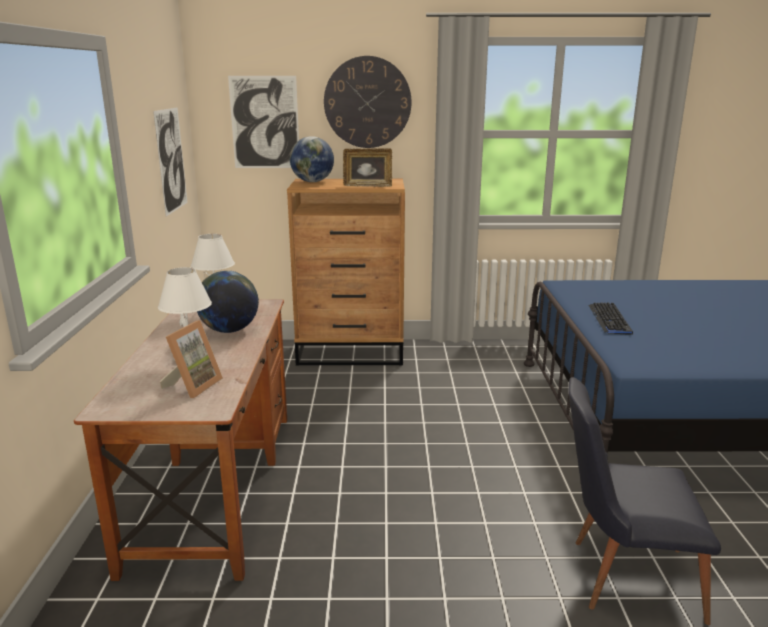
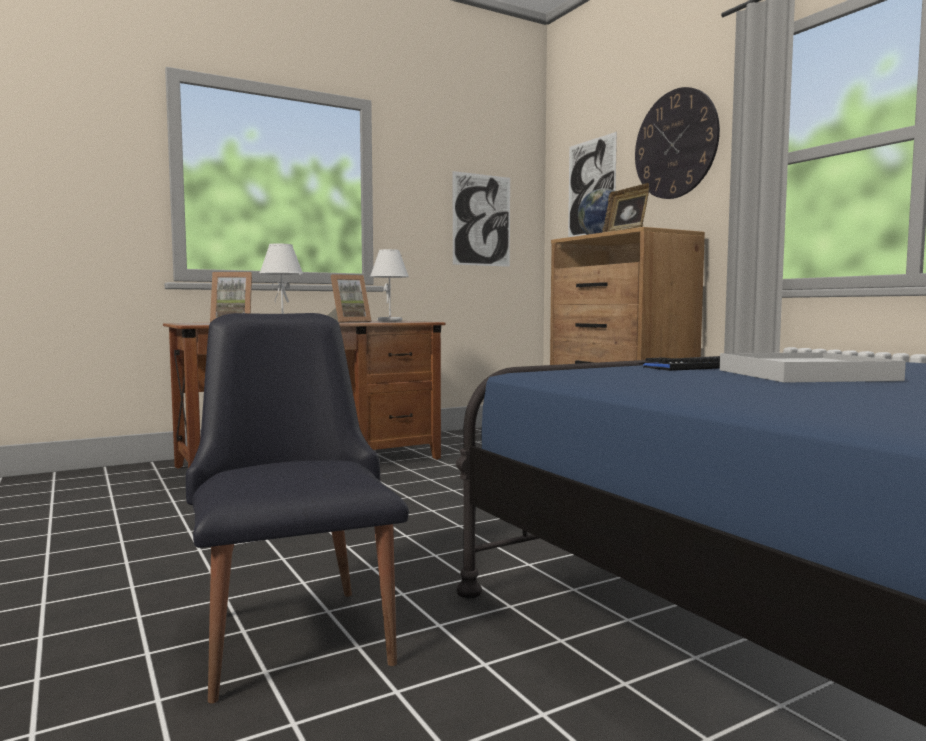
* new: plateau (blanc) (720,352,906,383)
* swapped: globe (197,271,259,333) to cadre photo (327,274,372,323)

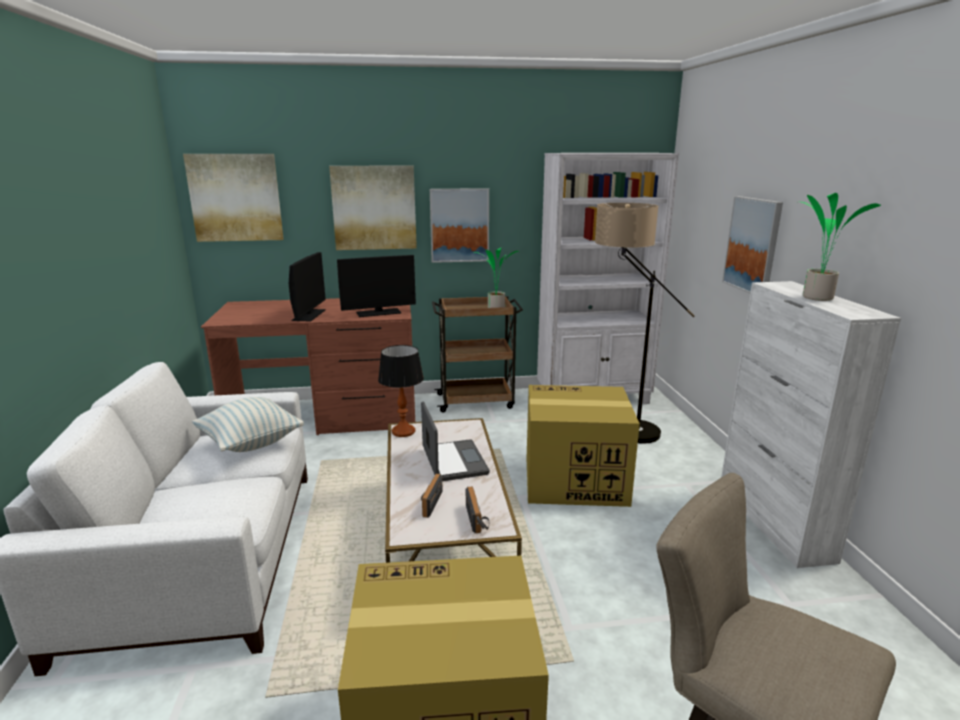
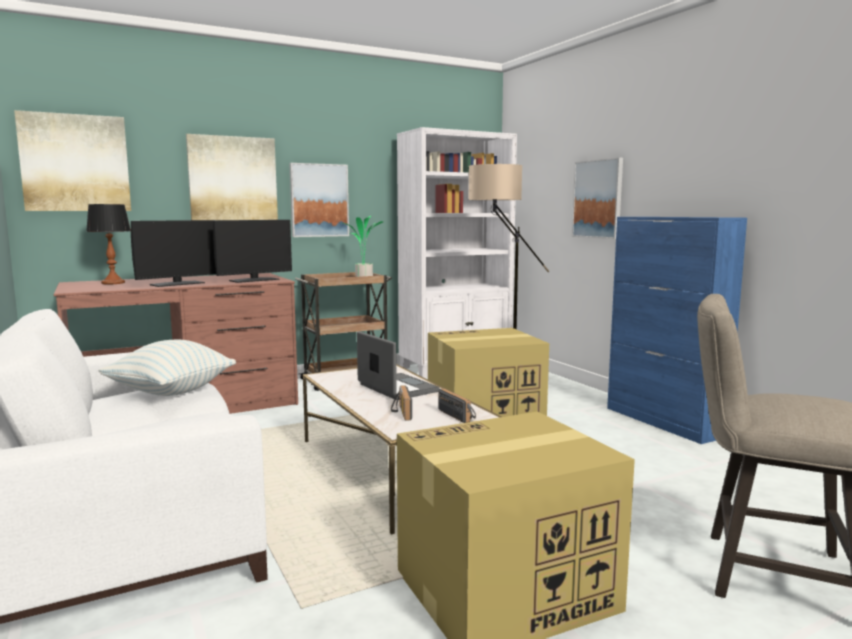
* gone: plante en pot (801,193,881,301)
* shifted: lampe de table (378,345,424,437) to (86,204,131,284)
* repainted: meuble de rangement (blanc) (721,281,901,568) to meuble de rangement (bleu) (607,217,747,444)
* rotated: écran d'ordinateur (289,252,326,321) = (131,220,216,287) 60 degrees clockwise

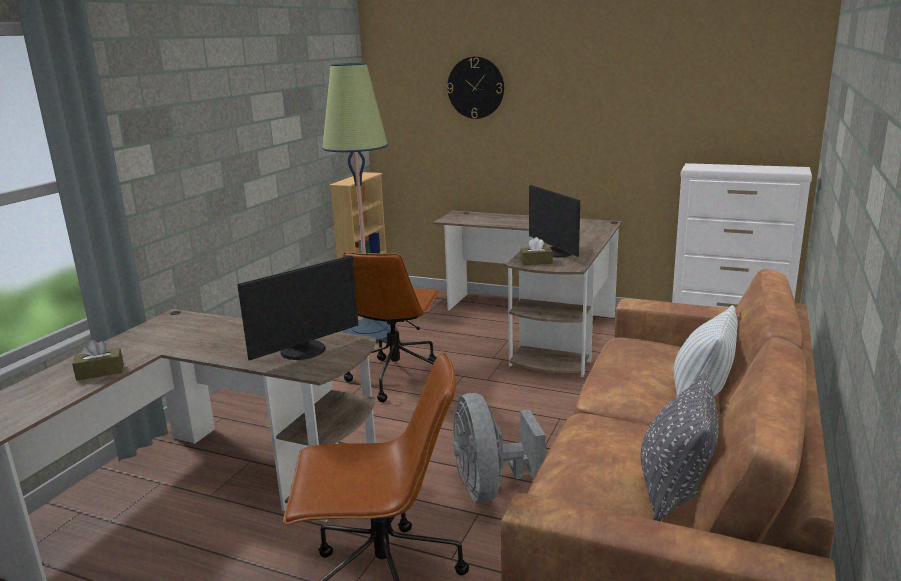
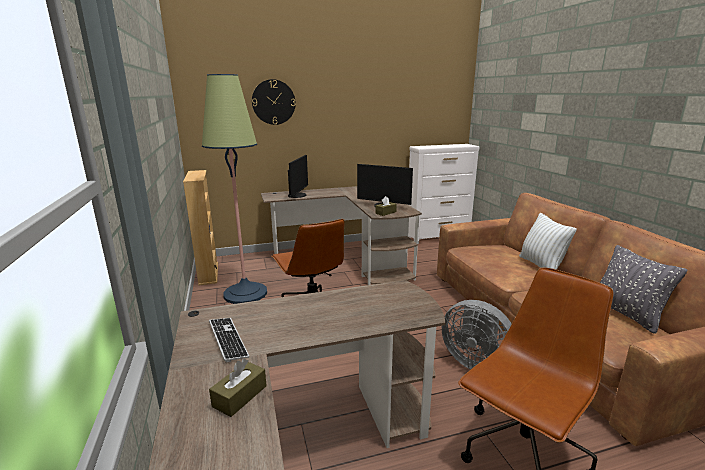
* new: clavier (209,318,249,363)
* shifted: écran d'ordinateur (237,255,358,361) to (288,155,308,198)

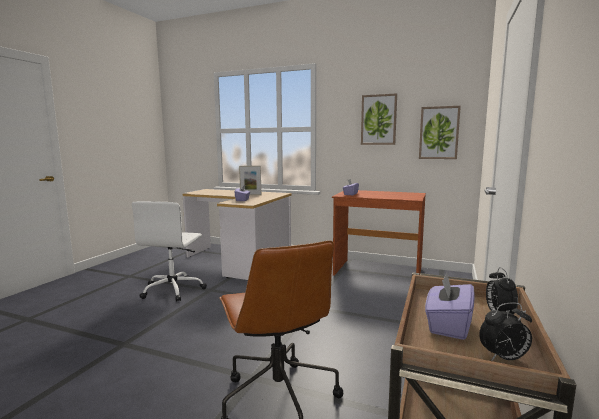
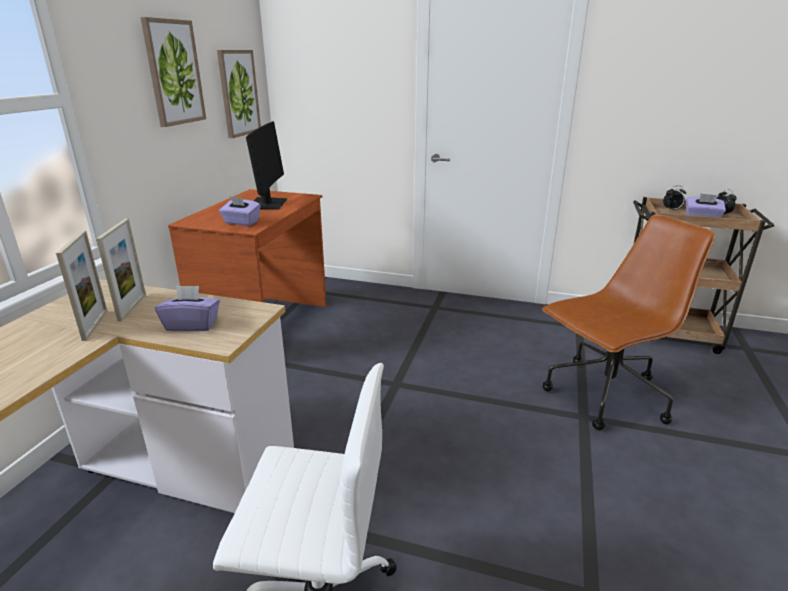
* new: cadre photo (96,219,146,322)
* new: écran d'ordinateur (246,121,287,210)

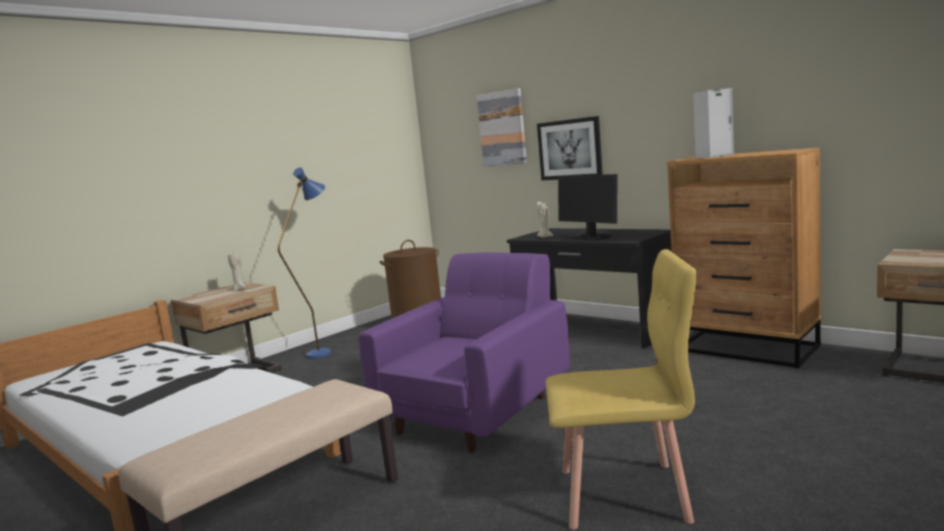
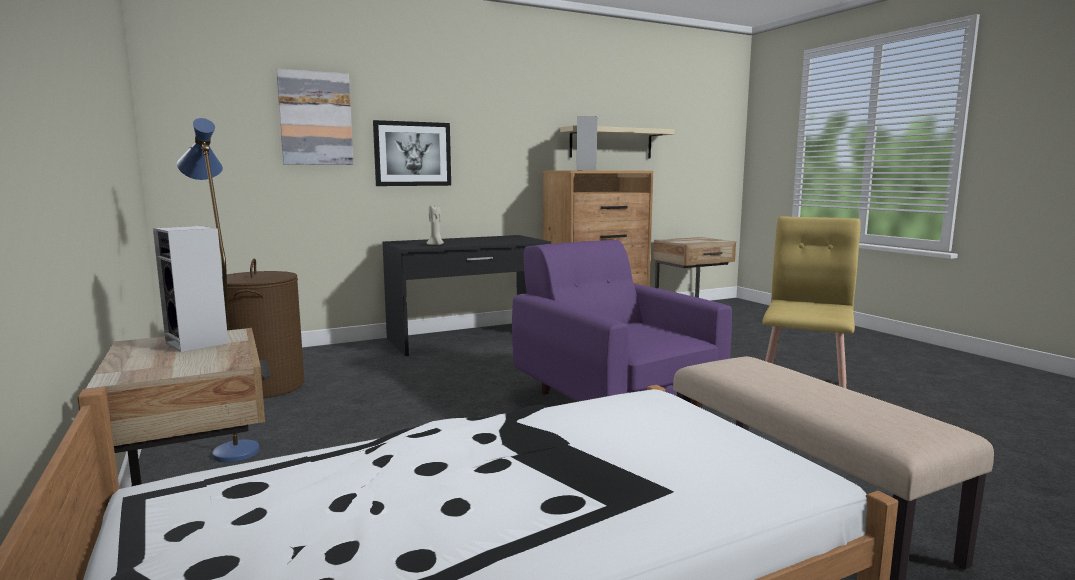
* gone: écran d'ordinateur (558,174,617,241)
* new: étagère (beige) (560,125,674,159)
* swapped: bougie (beige) (228,252,246,291) to enceinte (153,226,228,352)

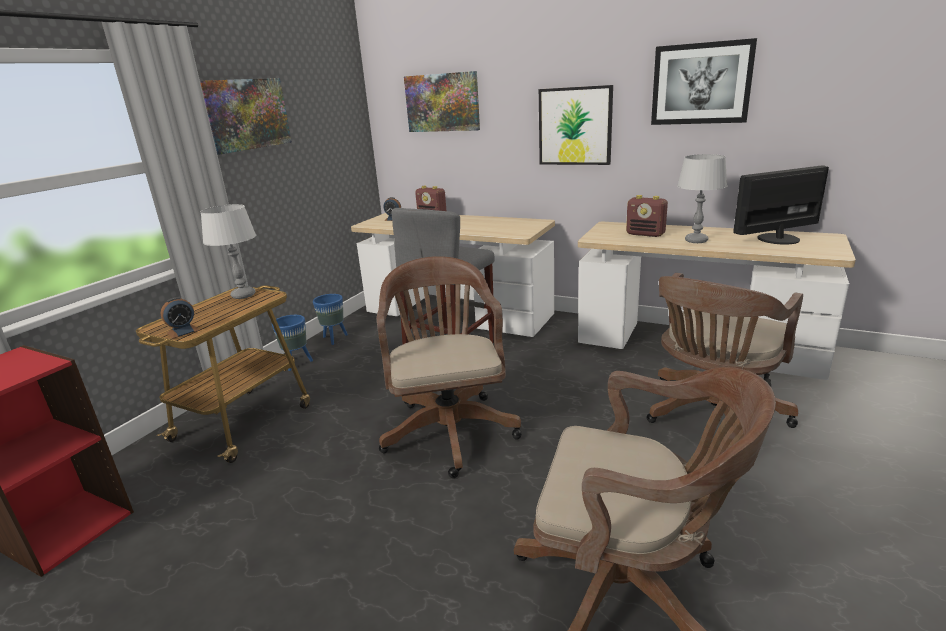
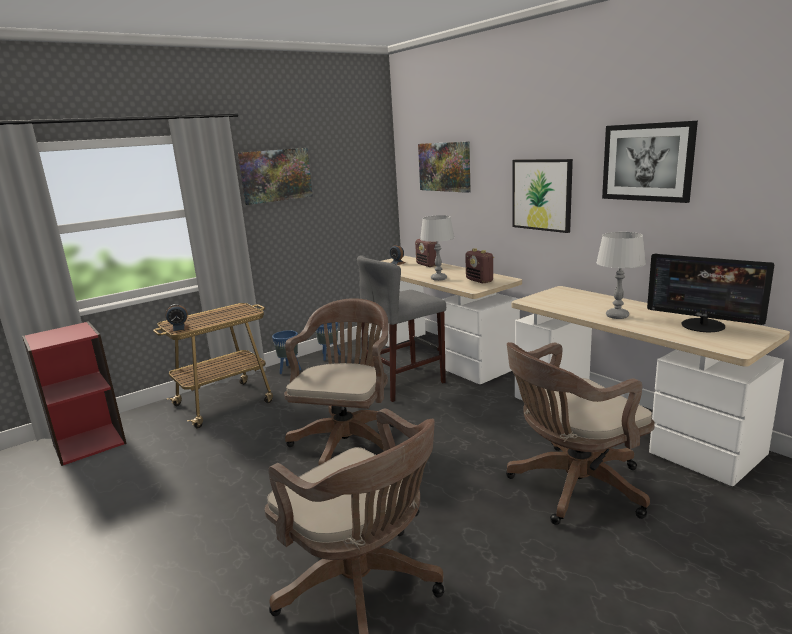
* shifted: lampe de table (gris) (201,204,256,299) to (420,215,455,281)
* shifted: radio (626,195,668,237) to (465,248,494,283)
* rotated: écran d'ordinateur (733,165,829,245) = (647,254,774,332) 150 degrees counterclockwise

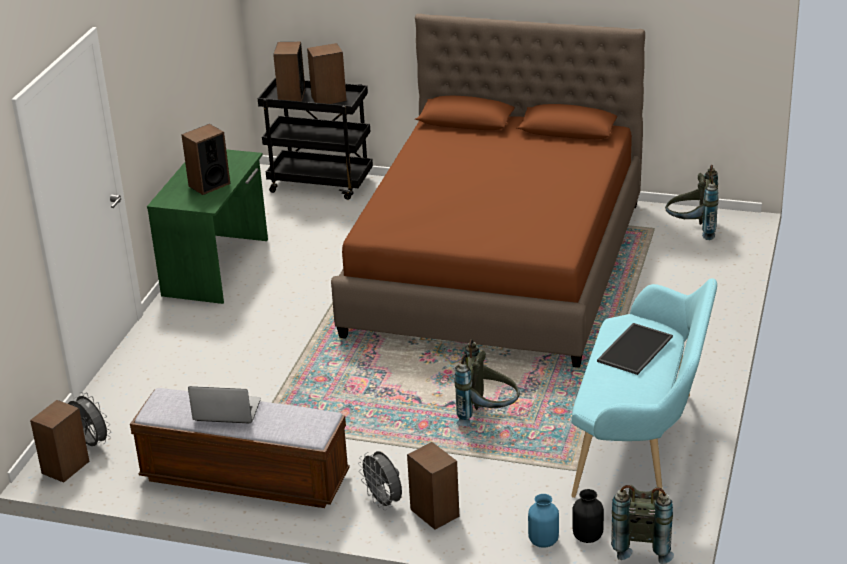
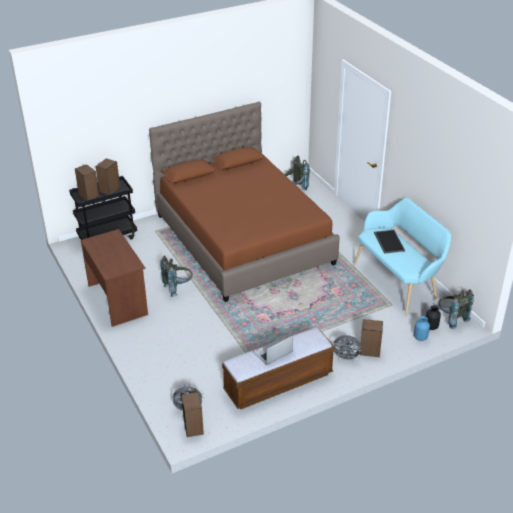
* gone: enceinte (181,124,230,195)
* shifted: sac à dos (gris) (454,339,520,426) to (160,256,193,297)
* repainted: bureau (vert) (147,149,268,304) to bureau (marron) (81,229,148,327)

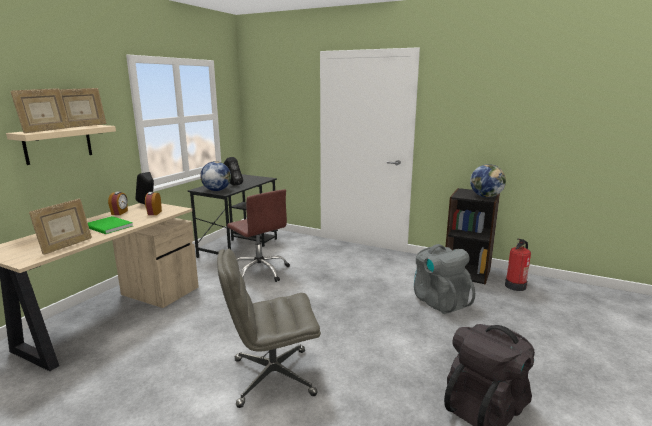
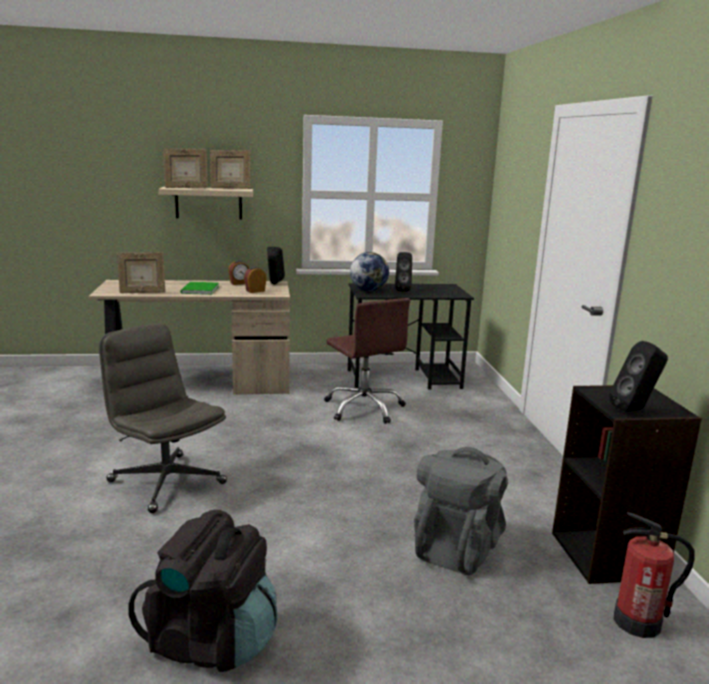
* swapped: globe (470,164,506,198) to enceinte (noir) (609,341,668,412)
* rotated: chaise de bureau (marron) (227,189,290,282) = (324,298,410,424) 45 degrees counterclockwise

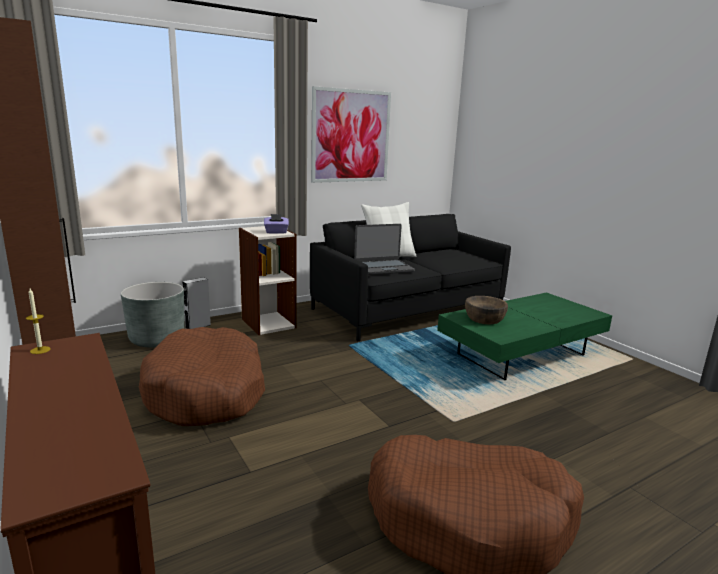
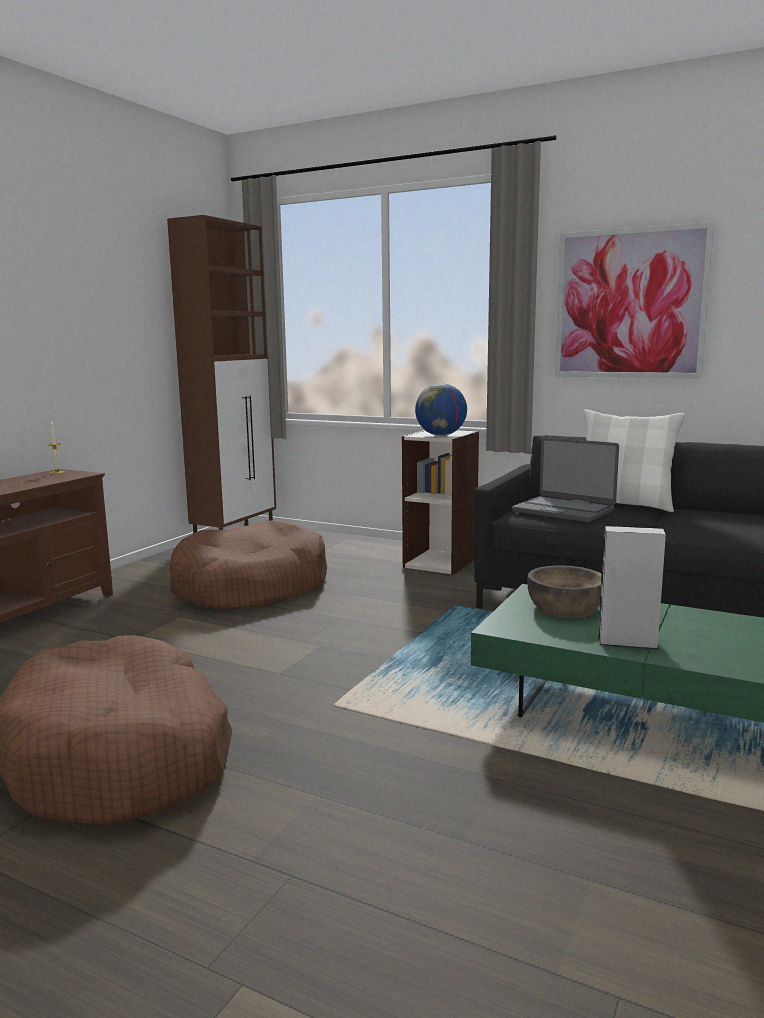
* gone: cache-pot (gris) (121,282,185,347)
* shifted: enceinte (gris) (182,277,211,329) to (598,526,666,649)
* swapped: boîte à mouchoirs (violet) (264,214,289,234) to globe (415,383,467,436)

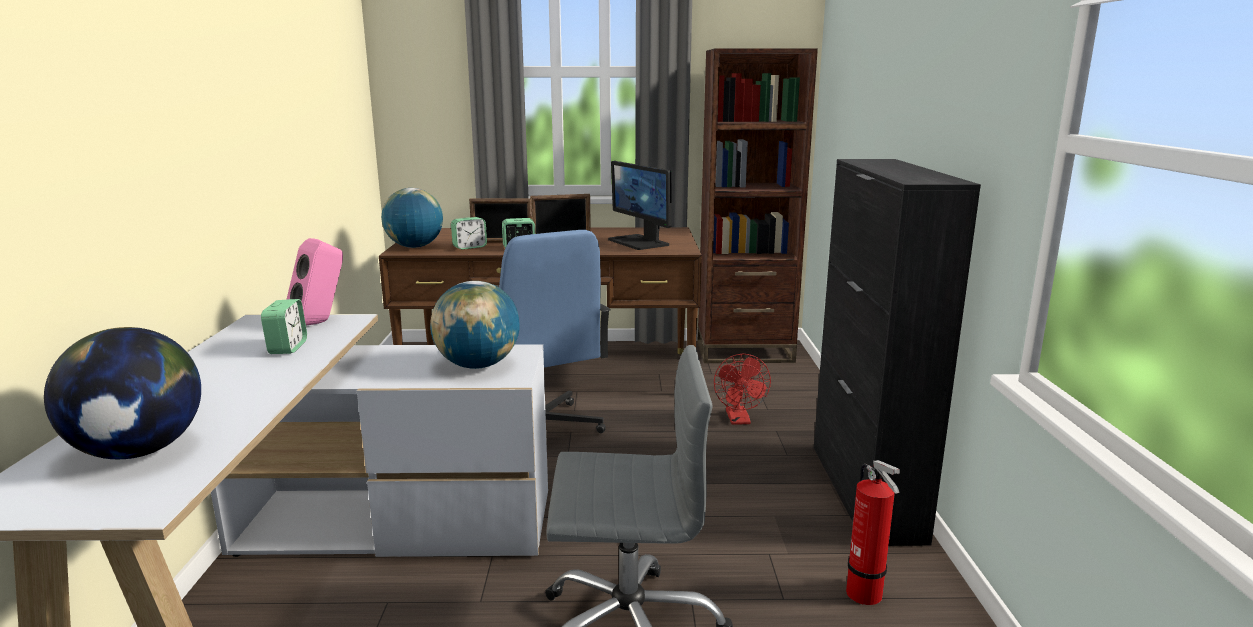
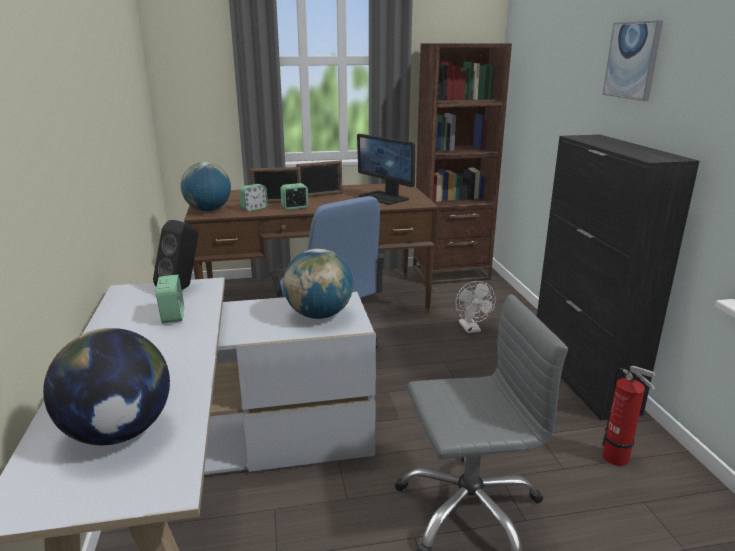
* new: tableau (603,20,663,101)
* repainted: enceinte (rose) (286,238,343,326) to enceinte (noir) (153,220,199,290)
* repainted: ventilateur (rouge) (714,354,771,425) to ventilateur (blanc) (455,281,496,333)

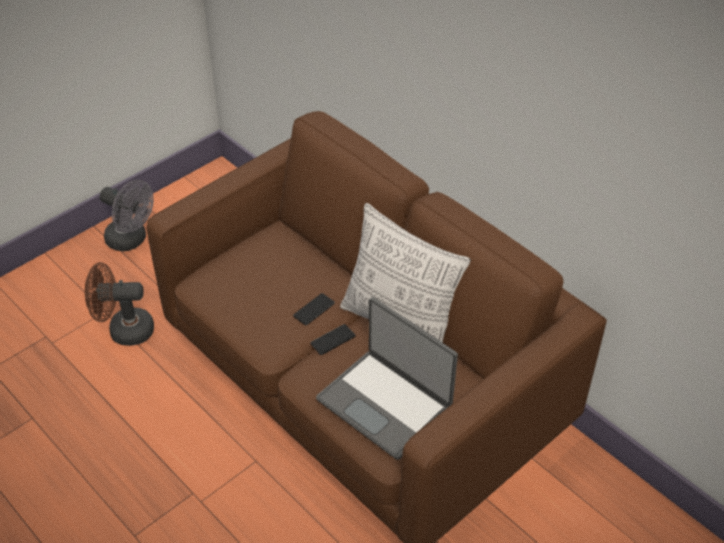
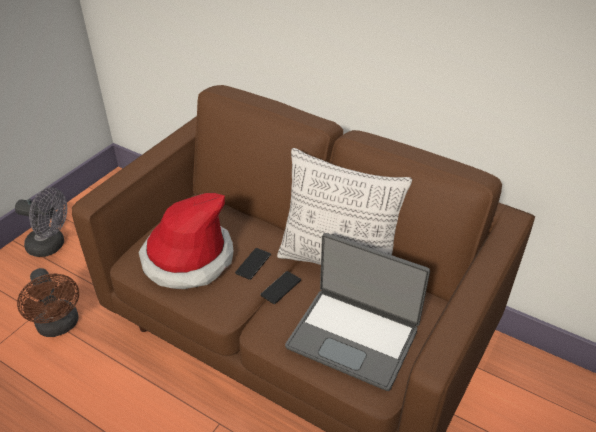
* new: chapeau (139,193,233,289)
* rotated: ventilateur (marron) (85,262,154,346) = (17,268,79,337) 105 degrees counterclockwise

